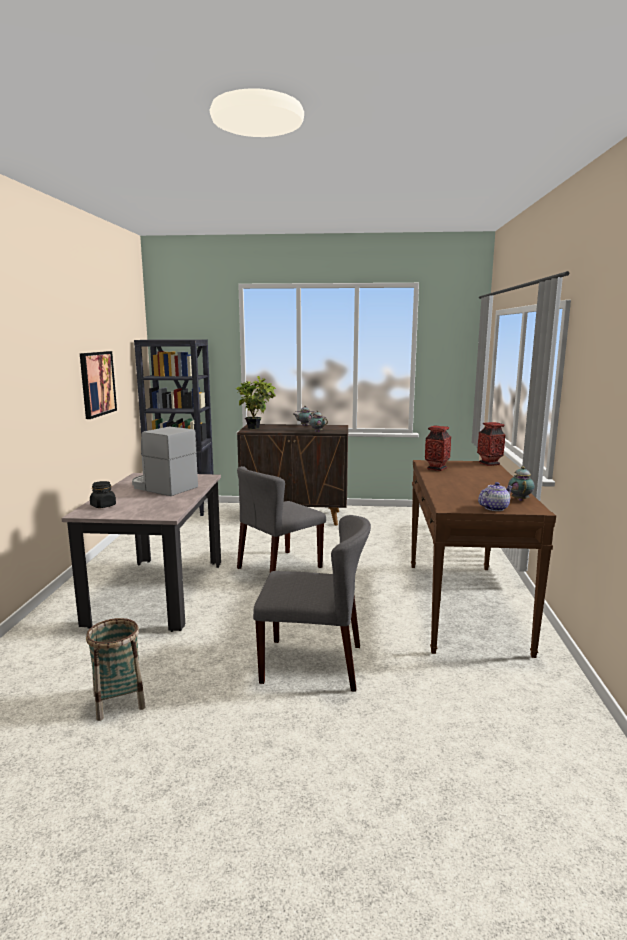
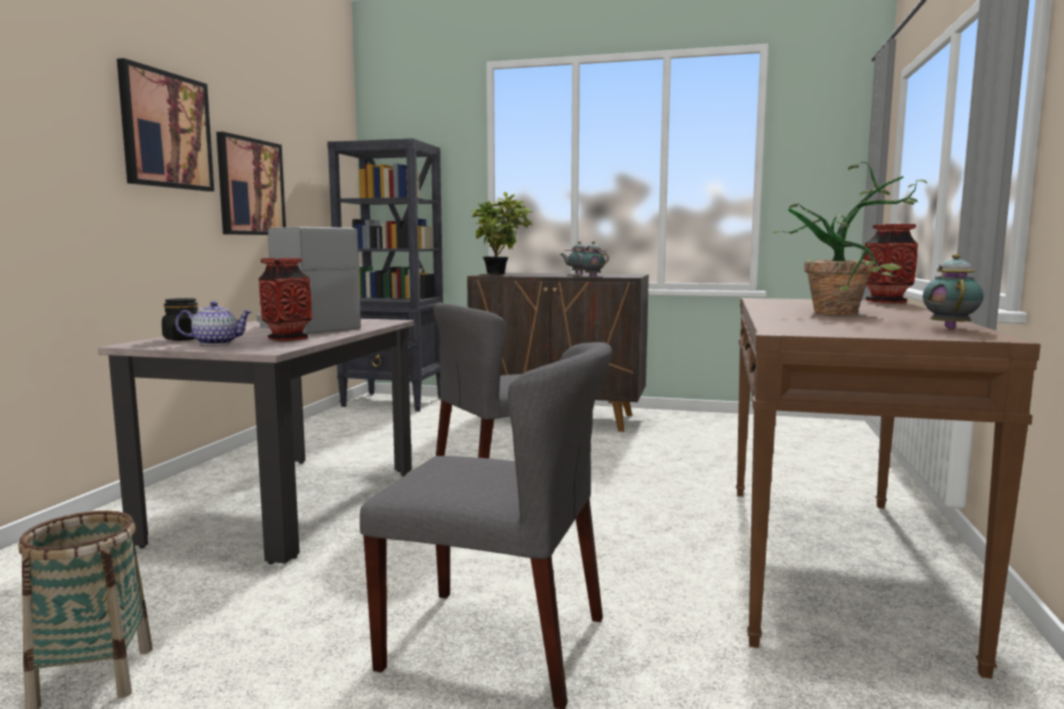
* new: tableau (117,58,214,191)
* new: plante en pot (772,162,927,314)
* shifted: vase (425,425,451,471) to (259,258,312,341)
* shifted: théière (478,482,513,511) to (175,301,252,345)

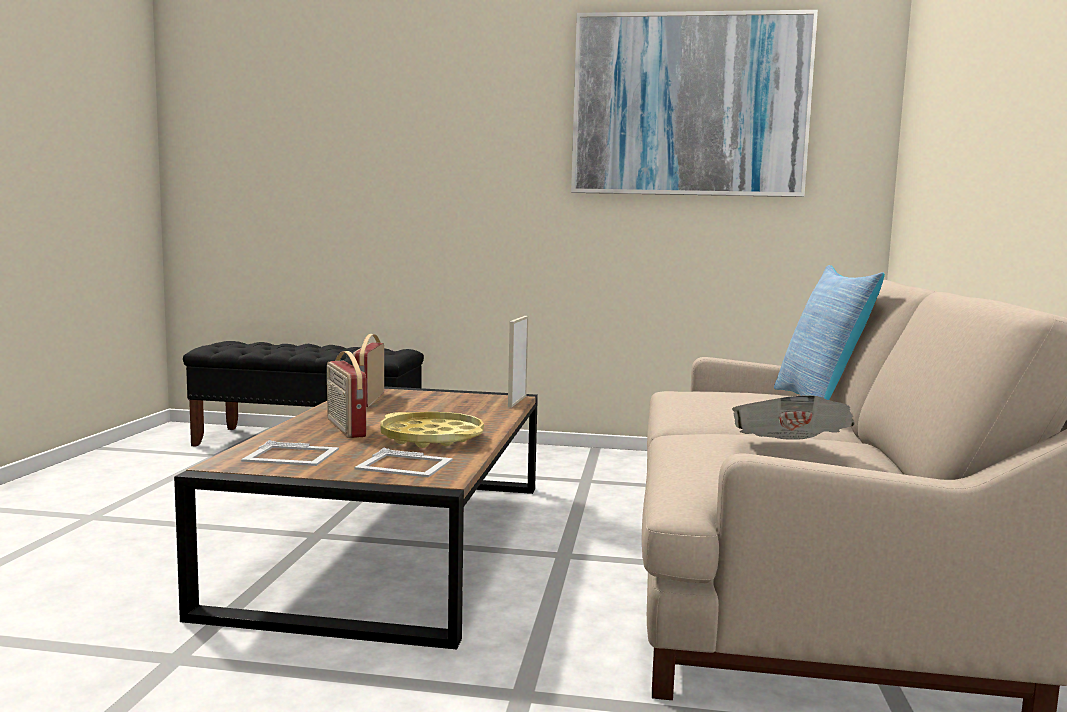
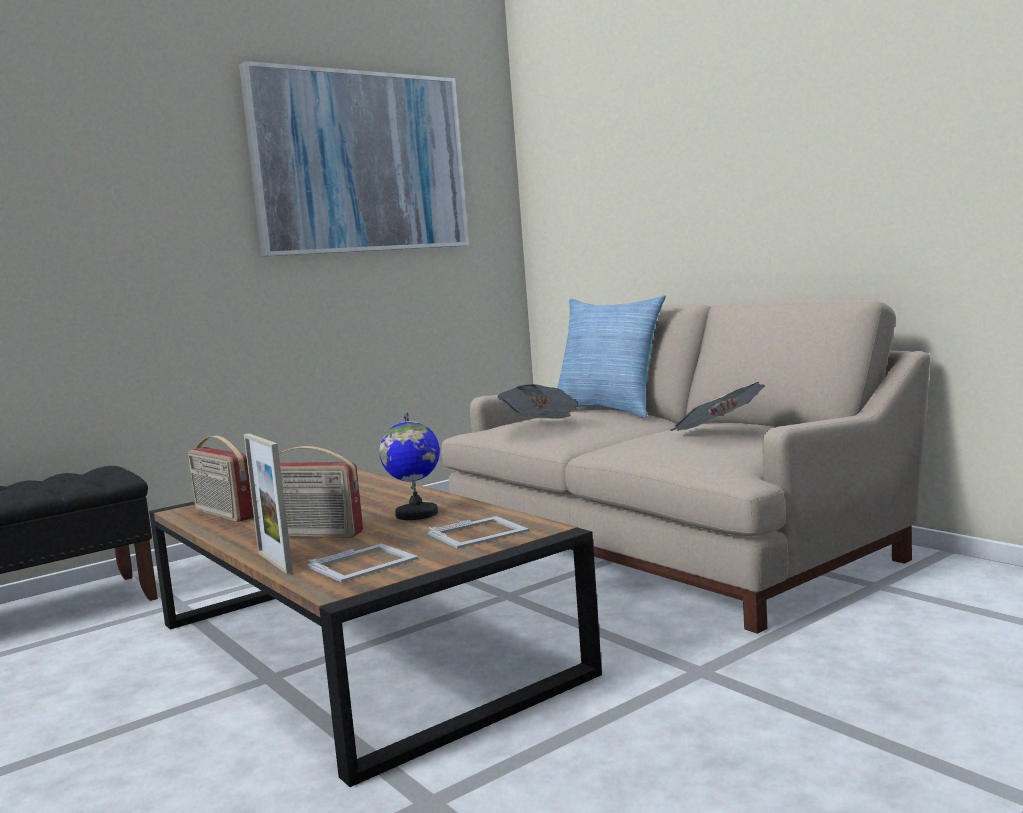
* new: journal (497,384,578,419)
* shifted: cadre photo (508,316,528,408) to (244,433,293,574)
* swapped: plateau (jaune) (380,412,484,448) to globe (379,412,440,520)

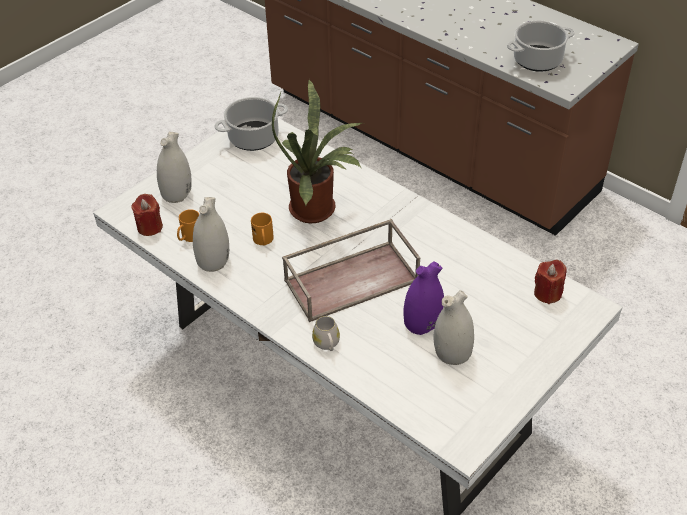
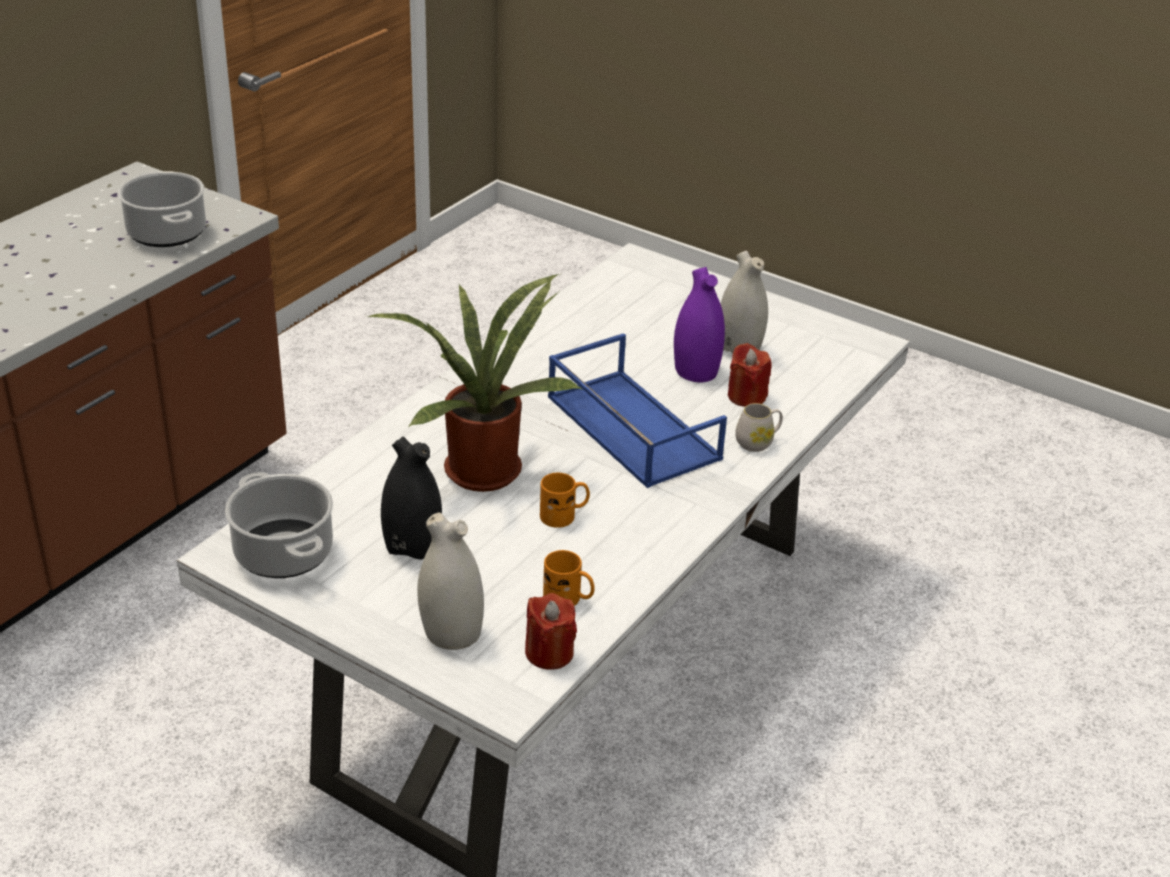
* gone: vase (blanc) (193,197,229,272)
* new: vase (noir) (381,436,442,560)
* shifted: bougie (rouge) (534,260,567,304) to (728,343,772,407)
* repainted: plateau (marron) (282,219,420,322) to plateau (bleu) (548,333,727,488)

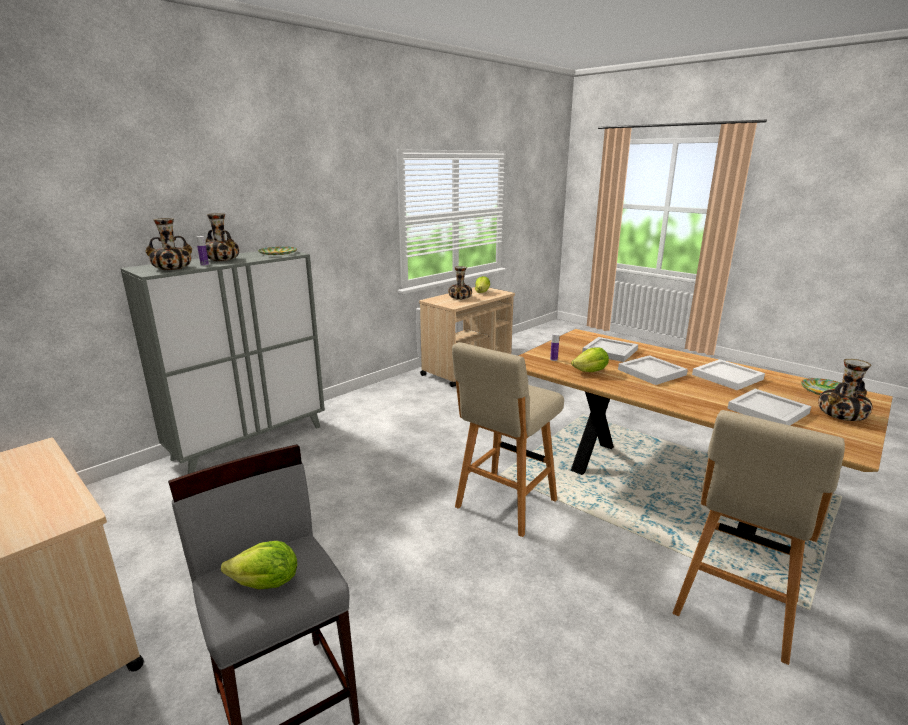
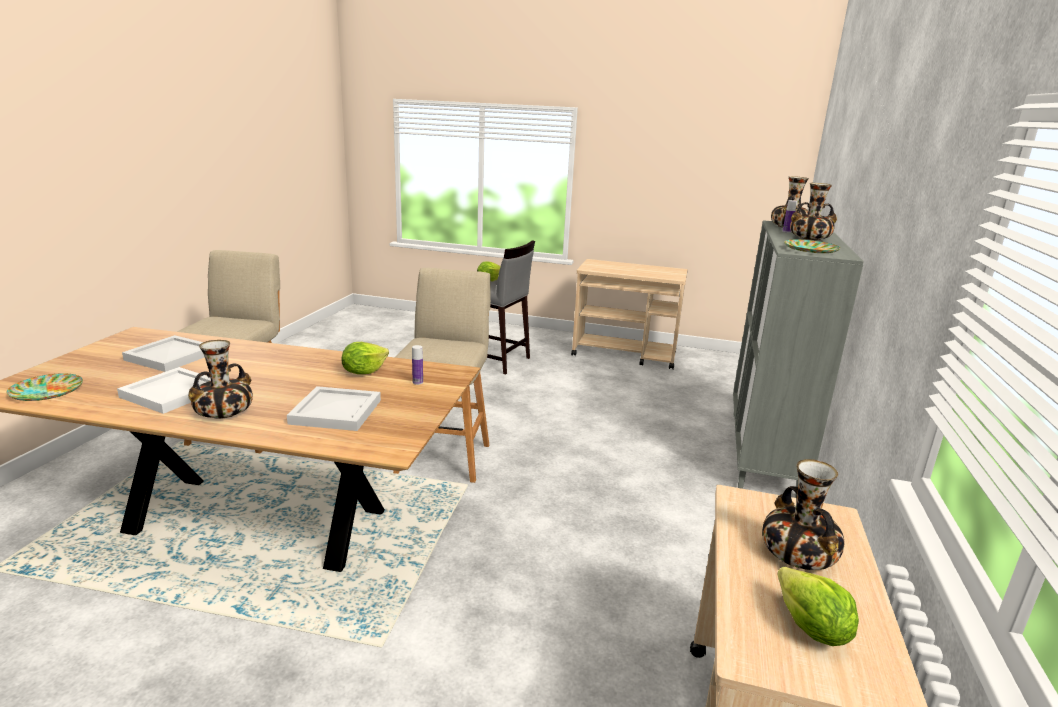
* gone: plateau (blanc) (618,355,688,385)
* shifted: vase (818,359,872,421) to (188,340,253,419)

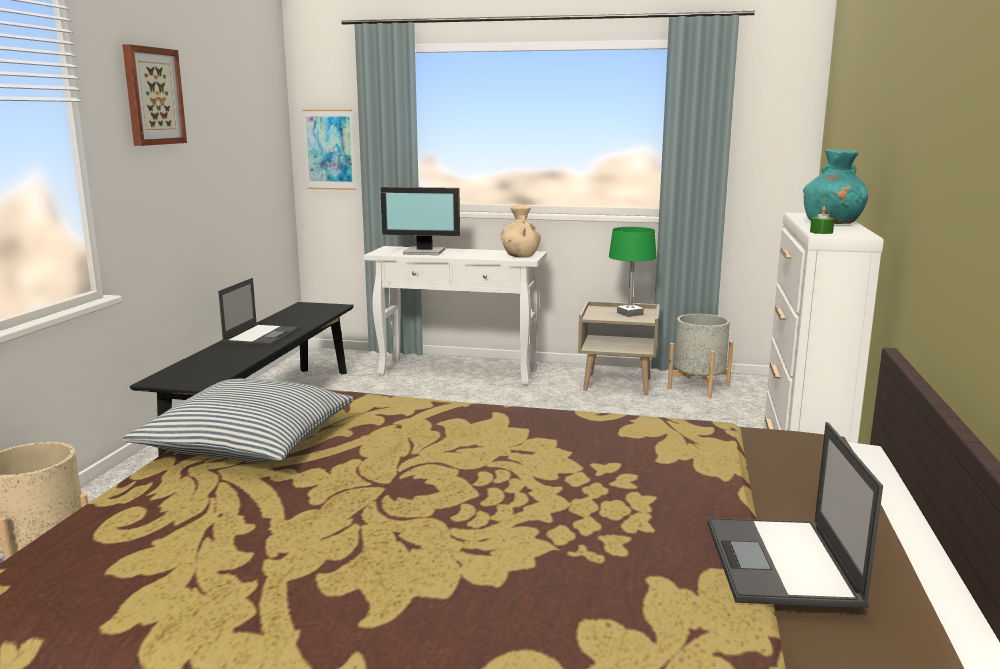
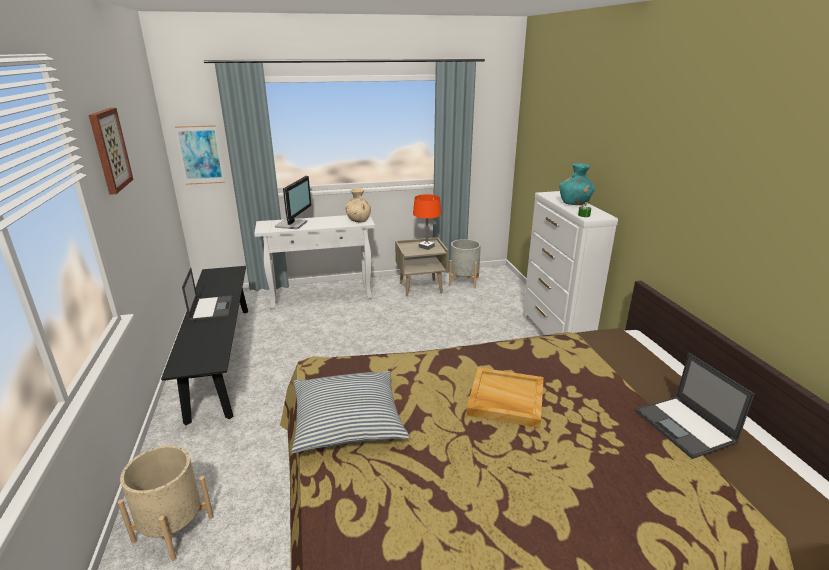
* new: plateau (beige) (467,367,544,428)
* repainted: lampe de table (vert) (609,227,656,317) to lampe de table (orange) (413,194,441,250)
* rotated: écran d'ordinateur (380,187,460,255) = (275,176,311,229) 60 degrees counterclockwise

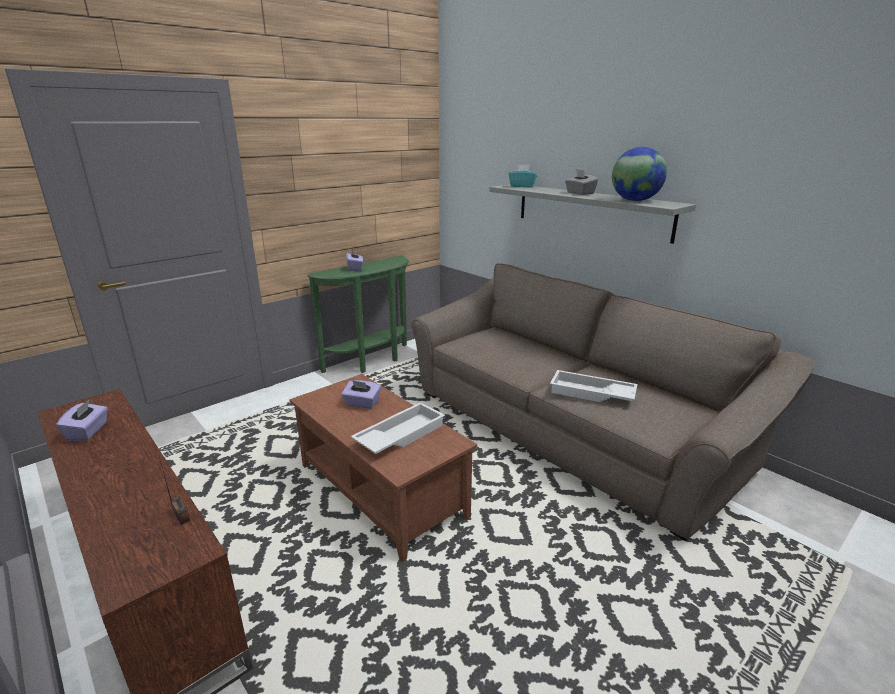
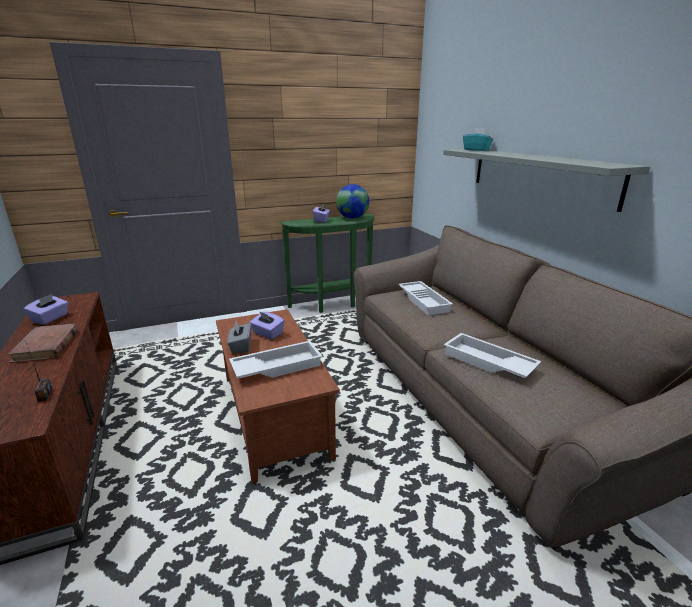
* new: livre (marron) (8,324,79,363)
* new: plateau (blanc) (398,281,453,315)
* shifted: boîte à mouchoirs (gris) (565,169,598,195) to (227,321,251,353)
* shifted: globe (612,147,667,201) to (336,184,369,219)

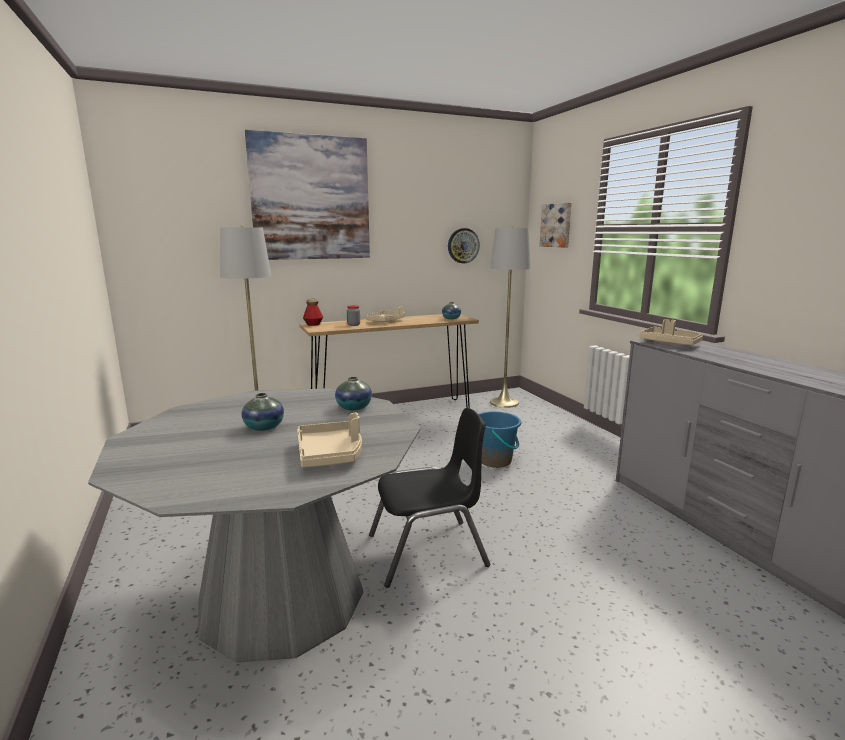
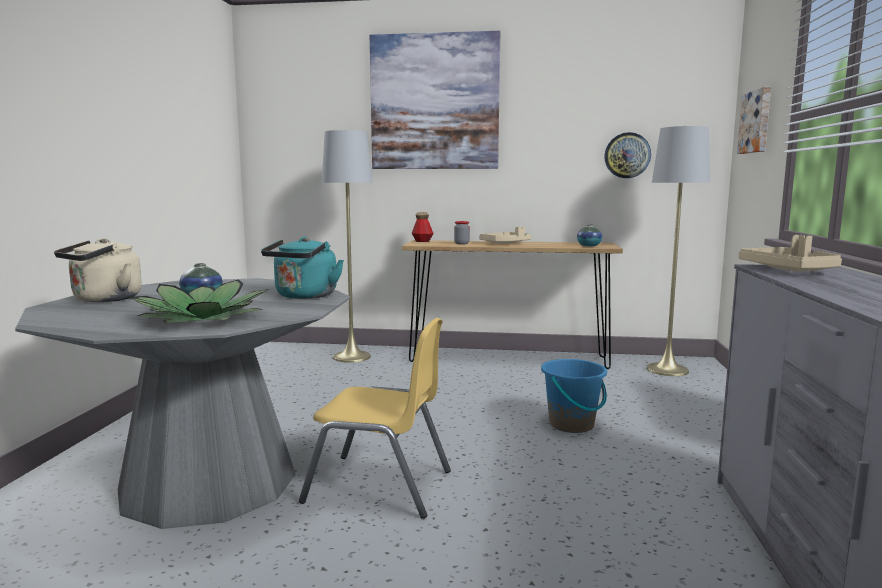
* new: bouilloire (beige) (54,238,142,302)
* swapped: plateau (beige) (297,413,362,468) to plante en pot (129,279,269,323)
* swapped: vase (335,377,372,410) to bouilloire (turquoise) (261,236,344,299)
* repainted: chaise (noir) (369,408,490,588) to chaise (jaune) (299,318,451,519)

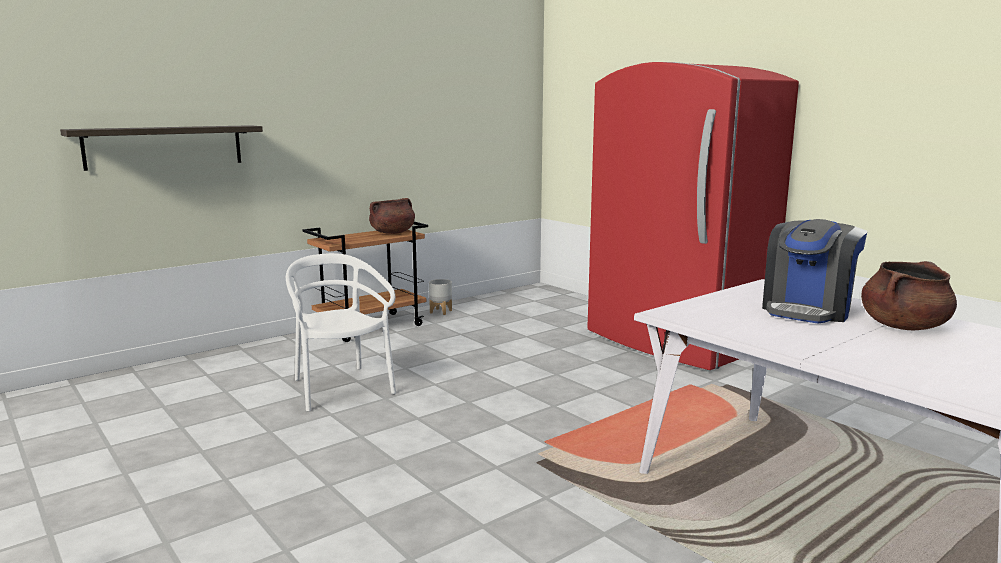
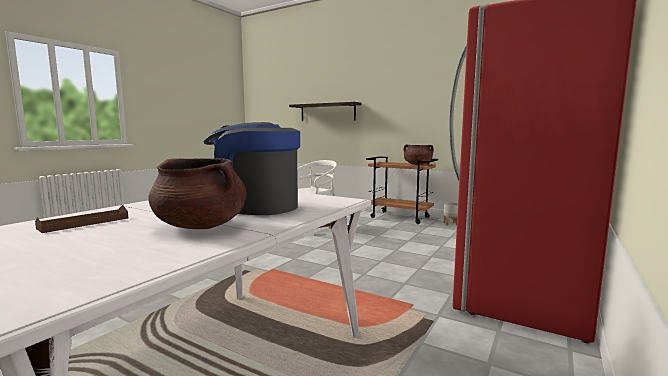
* new: plateau (marron) (35,205,128,233)

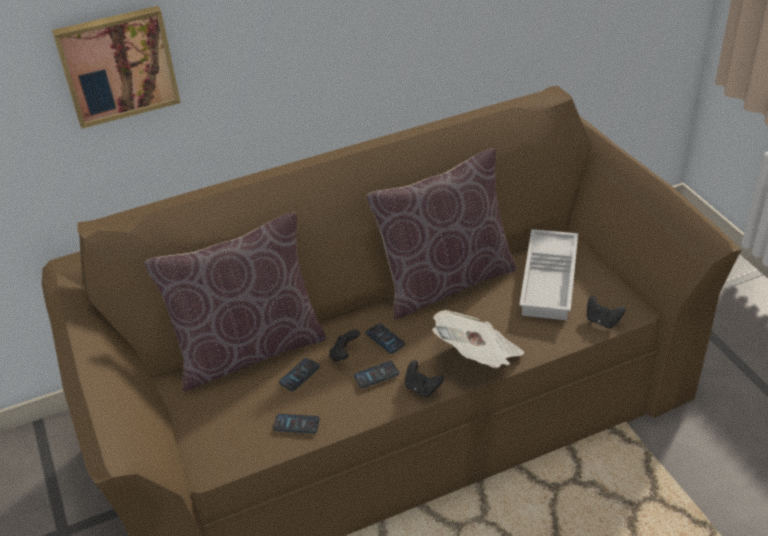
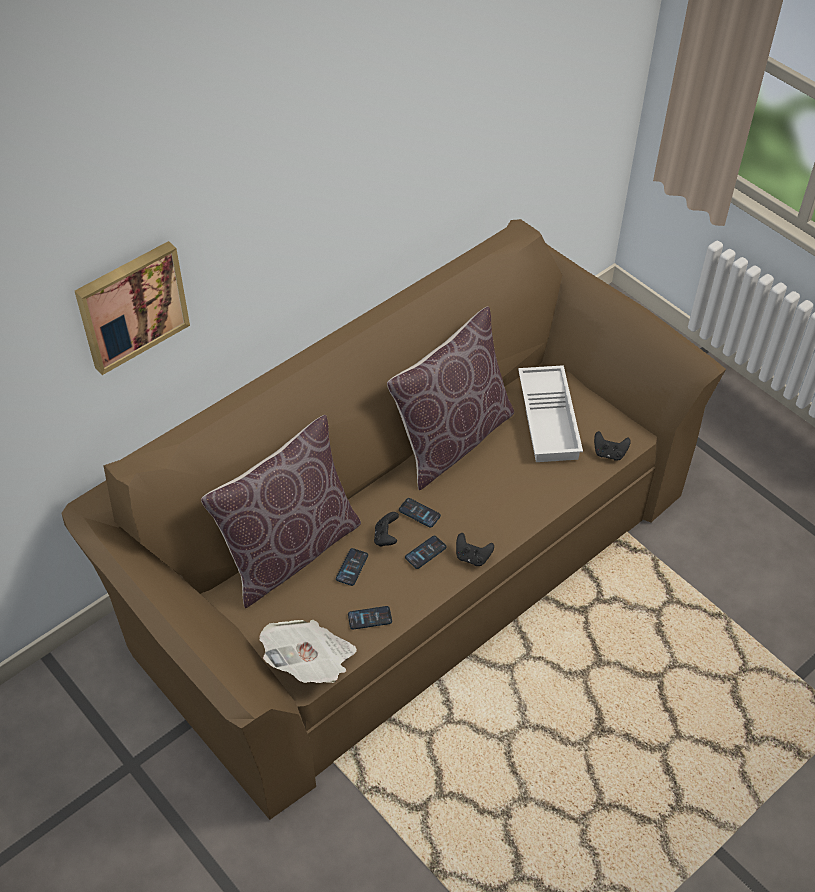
* shifted: journal (432,310,524,368) to (260,620,357,683)

